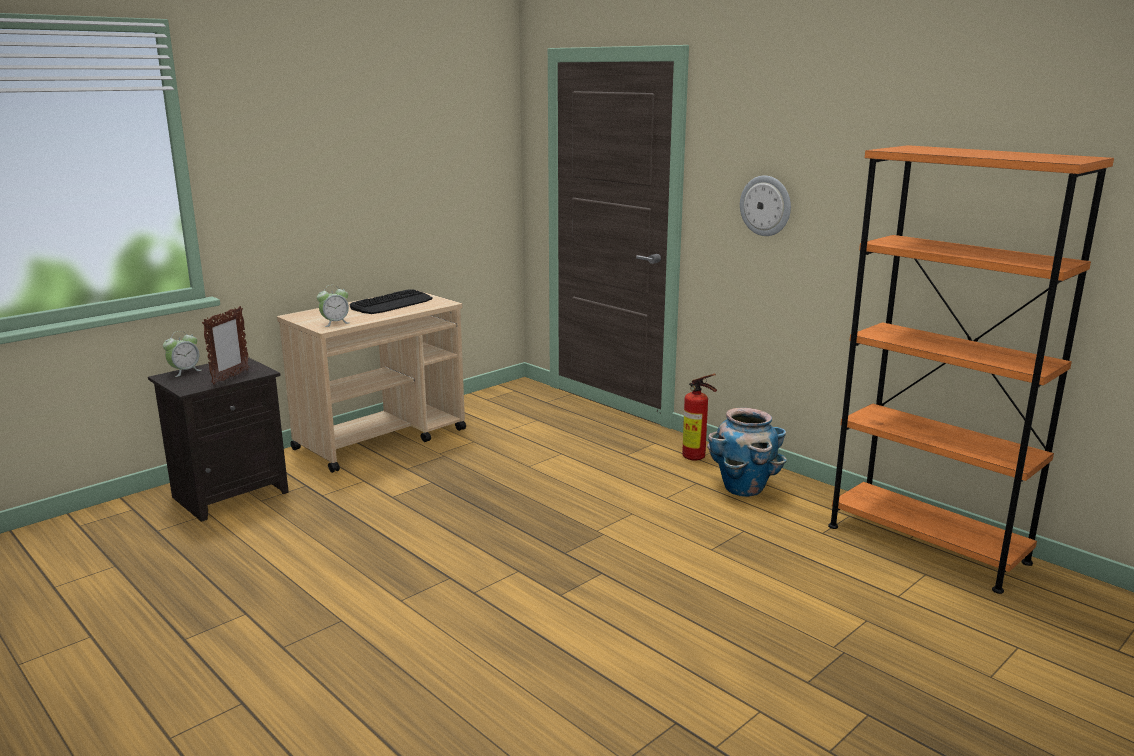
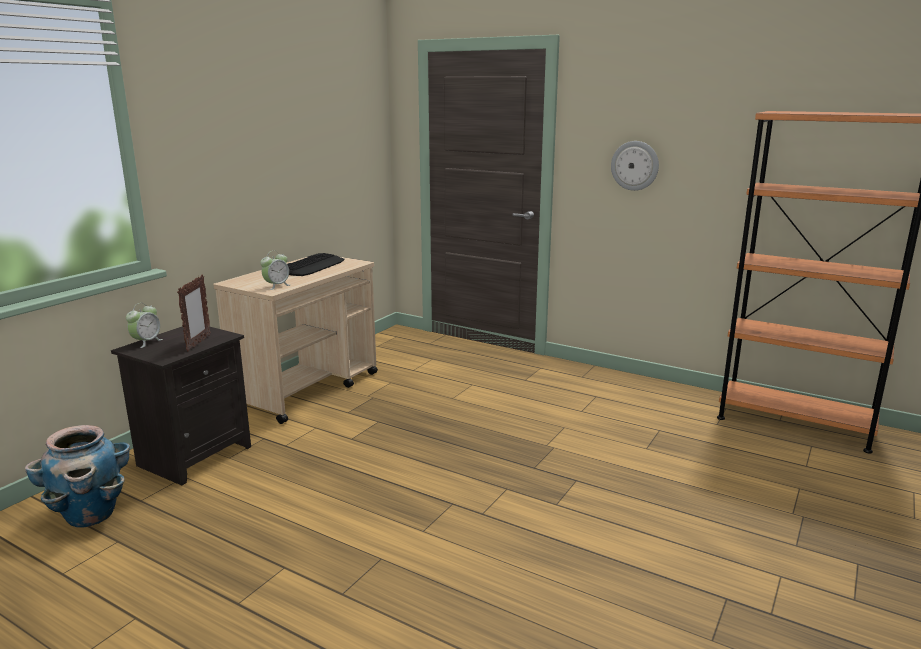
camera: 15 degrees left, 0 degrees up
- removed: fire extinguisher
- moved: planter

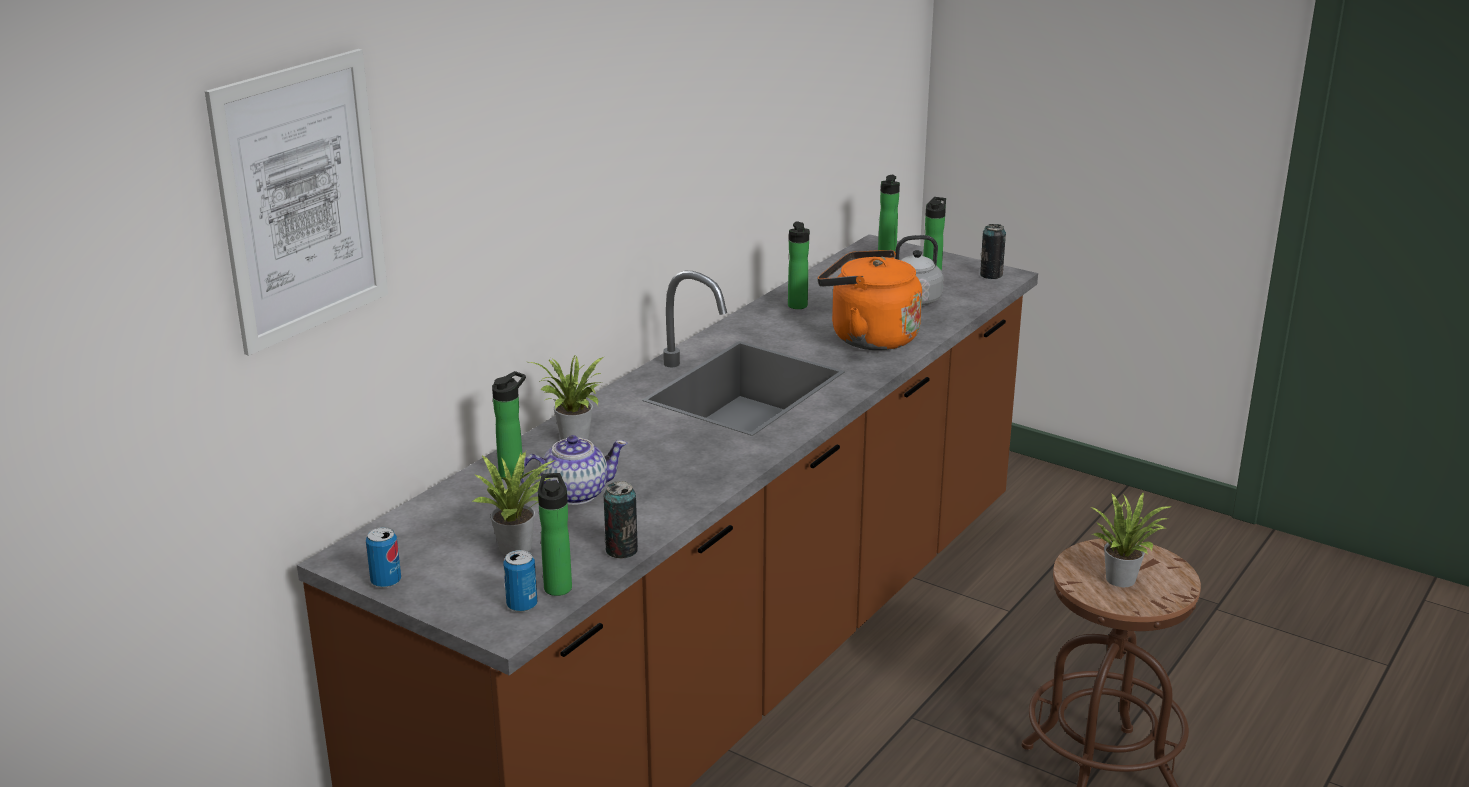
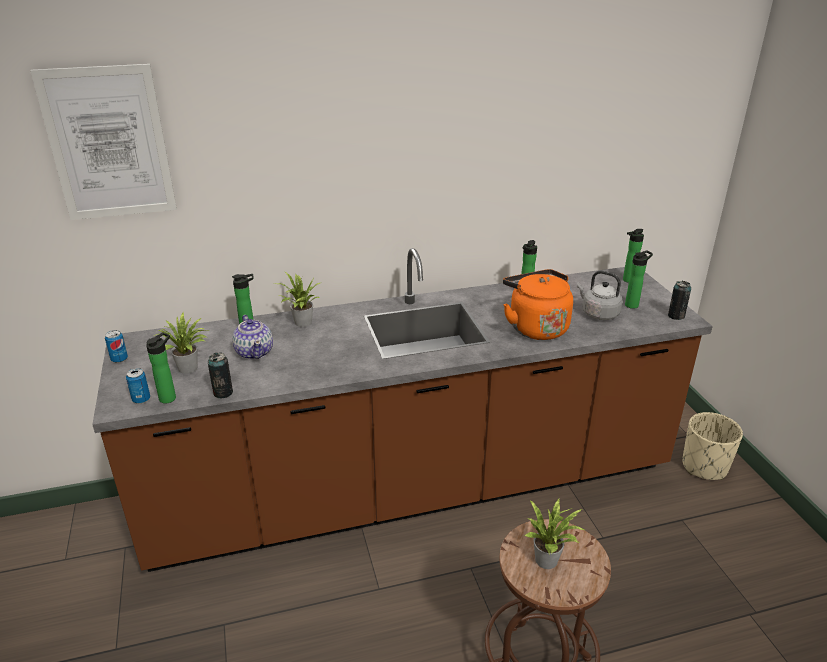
camera: 40 degrees right, 5 degrees up
- turned: teapot 45 degrees clockwise
- added: beige planter

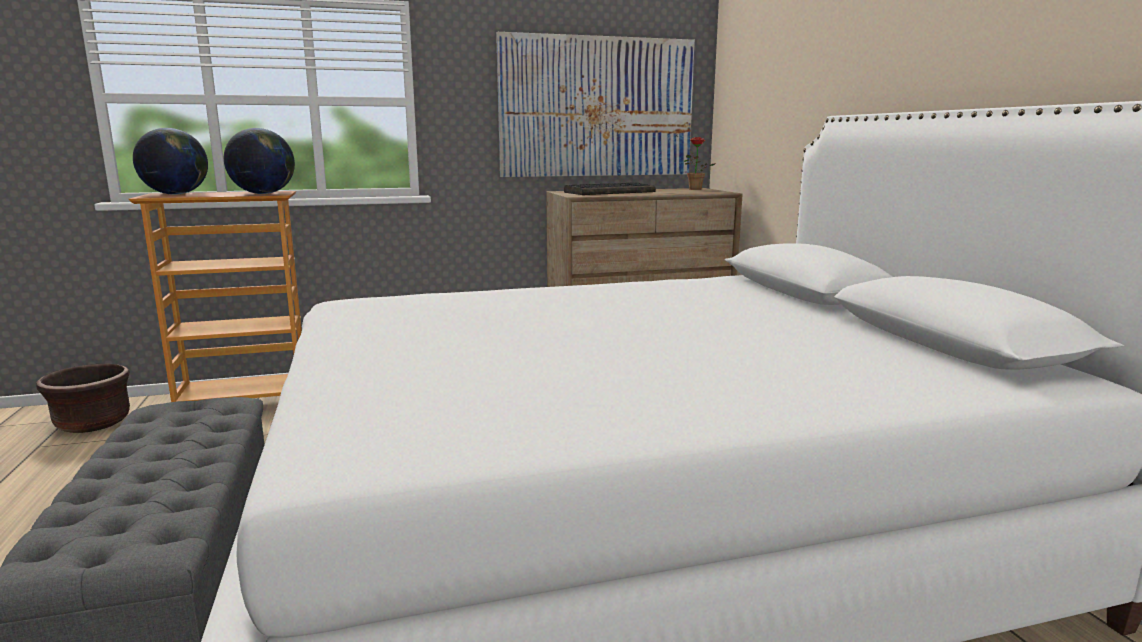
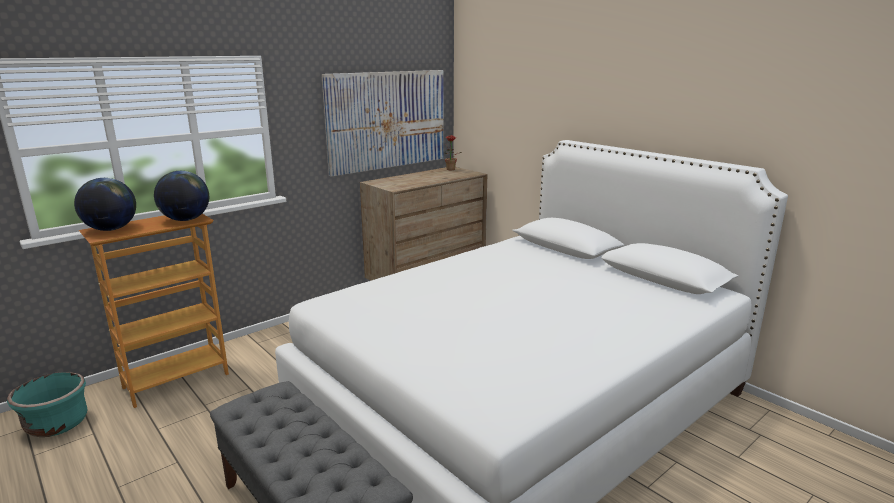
camera: 25 degrees left, 5 degrees up
- removed: keyboard
- recoloured: brown planter to turquoise planter

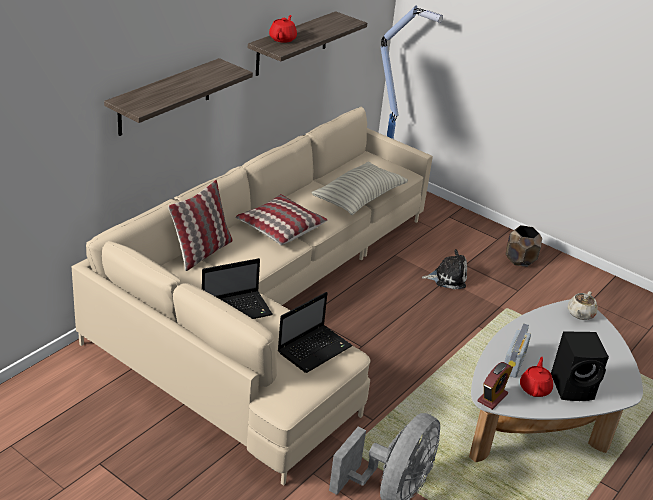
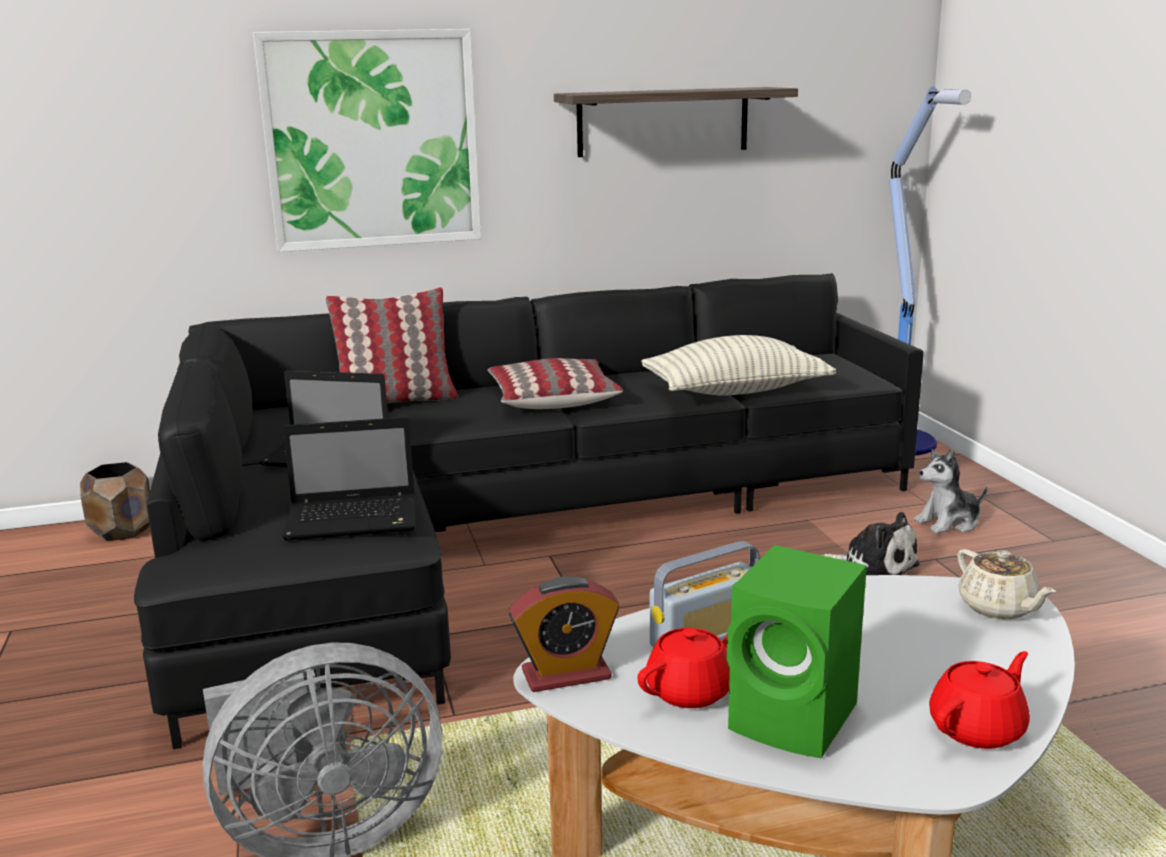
camera: 40 degrees right, 15 degrees down
- moved: red teapot (1st from left in the first image) to red teapot (2nd from left)
- replaced: shelf (1st from left) to picture
- recoloured: beige sofa to black sofa
- moved: brown planter
- turned: beige teapot 90 degrees counterclockwise
- recoloured: black speaker to green speaker
- added: plush toy (2nd from left)

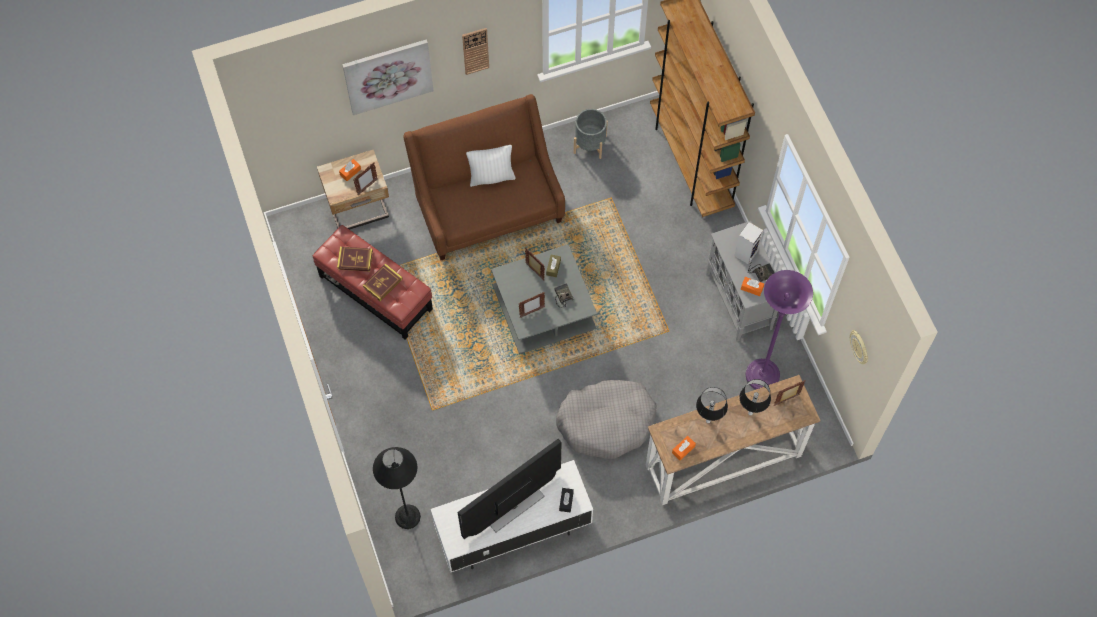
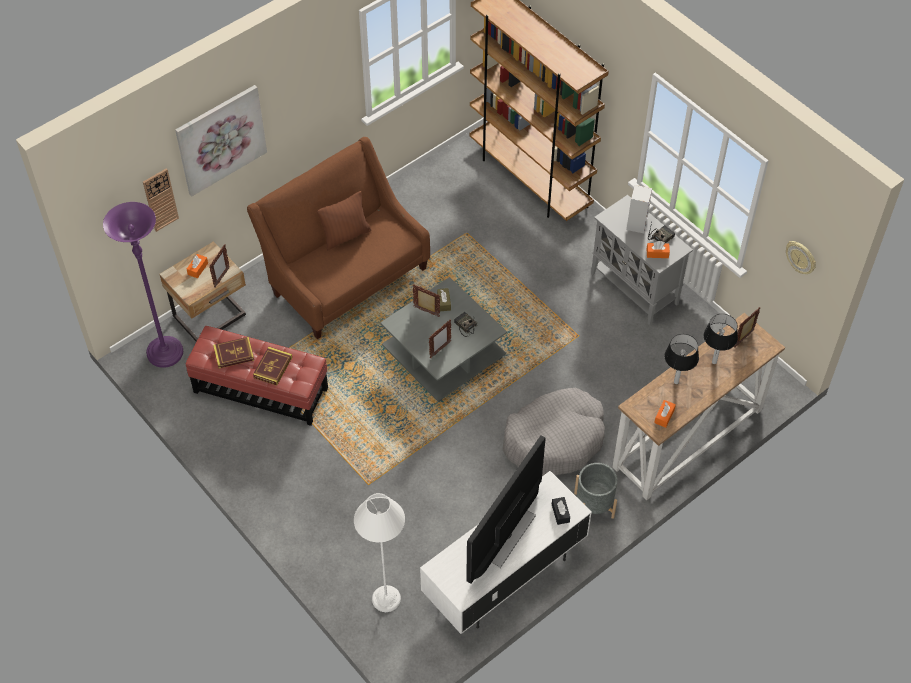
camera: 20 degrees left, 10 degrees down
- moved: wall clock (1st from left)
- moved: grey planter
- recoloured: white pillow to brown pillow
- moved: purple floor lamp
- recoloured: black floor lamp to white floor lamp

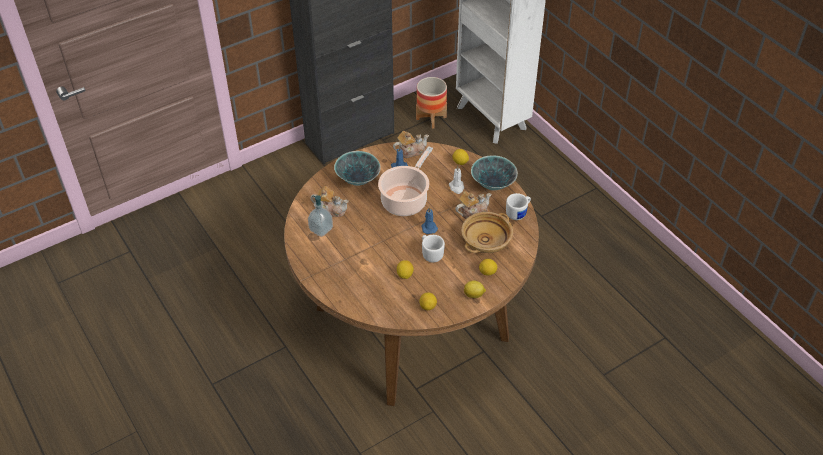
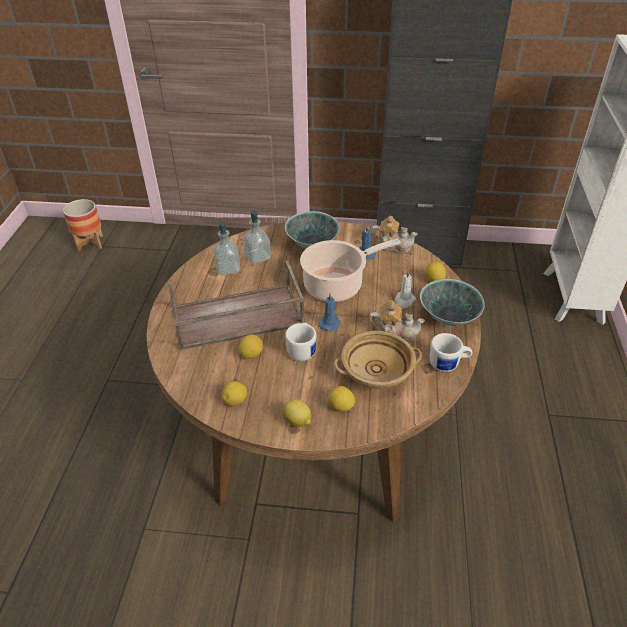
camera: 40 degrees right, 5 degrees down
- moved: planter
- replaced: teapot (1st from left) to soap dispenser (2nd from left)
- added: brown tray

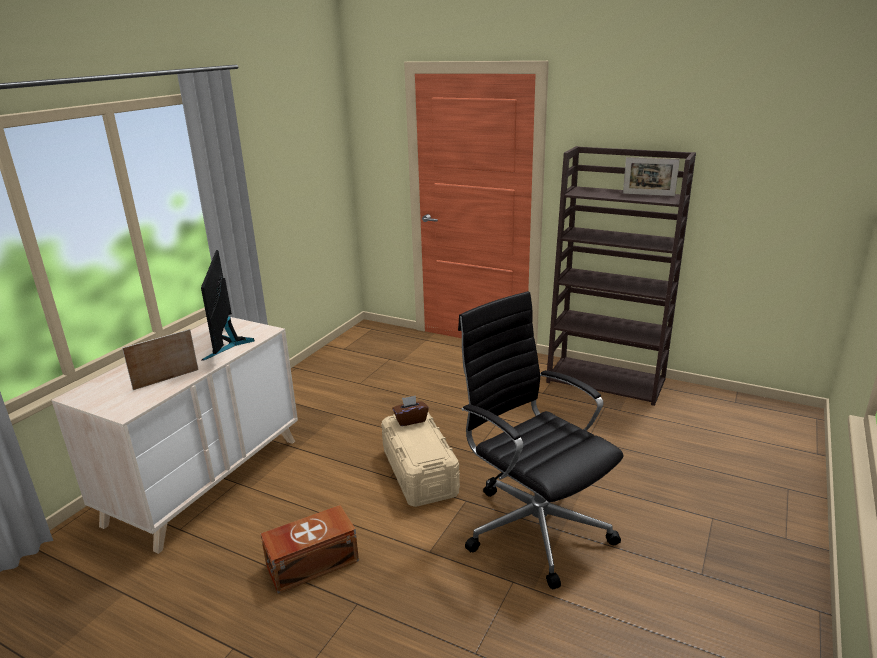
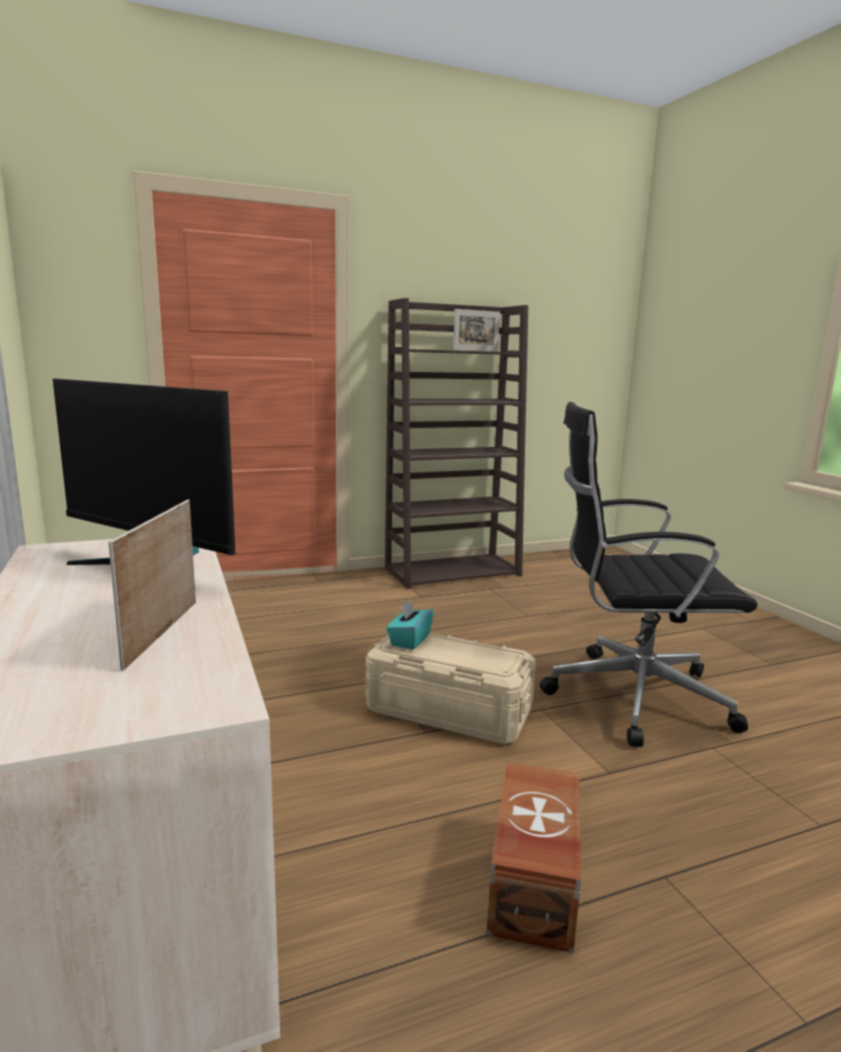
camera: 50 degrees left, 10 degrees down
- recoloured: brown tissue box to turquoise tissue box

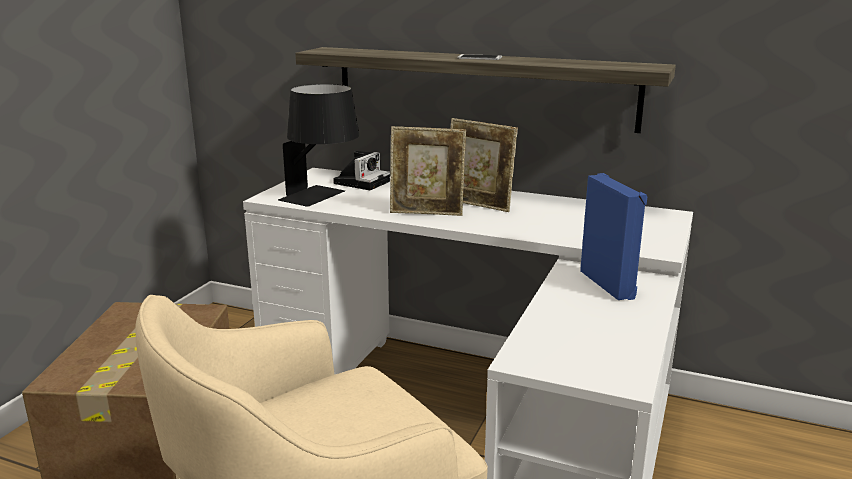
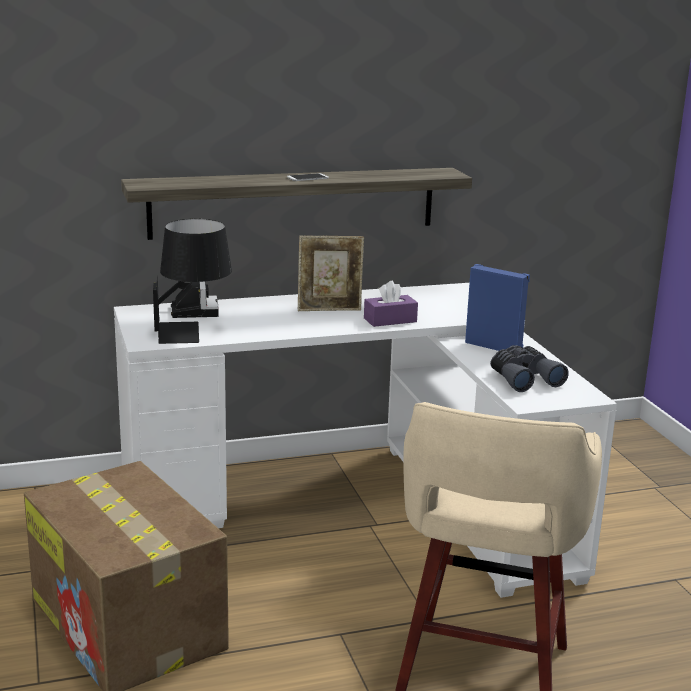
camera: 40 degrees left, 0 degrees up
- removed: picture frame (1st from left)
- added: purple tissue box
- added: grey binoculars

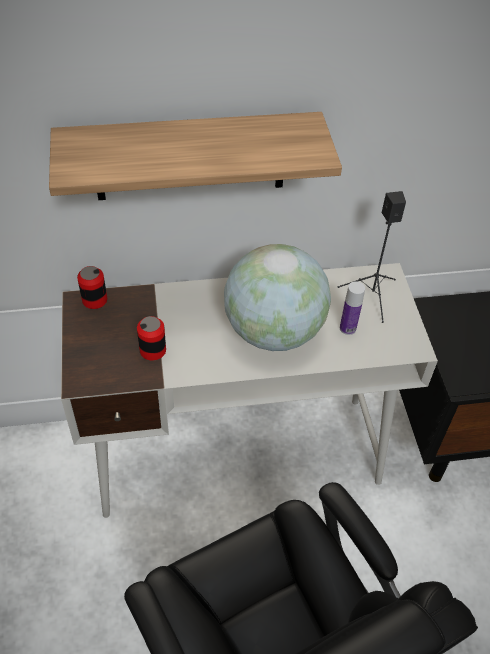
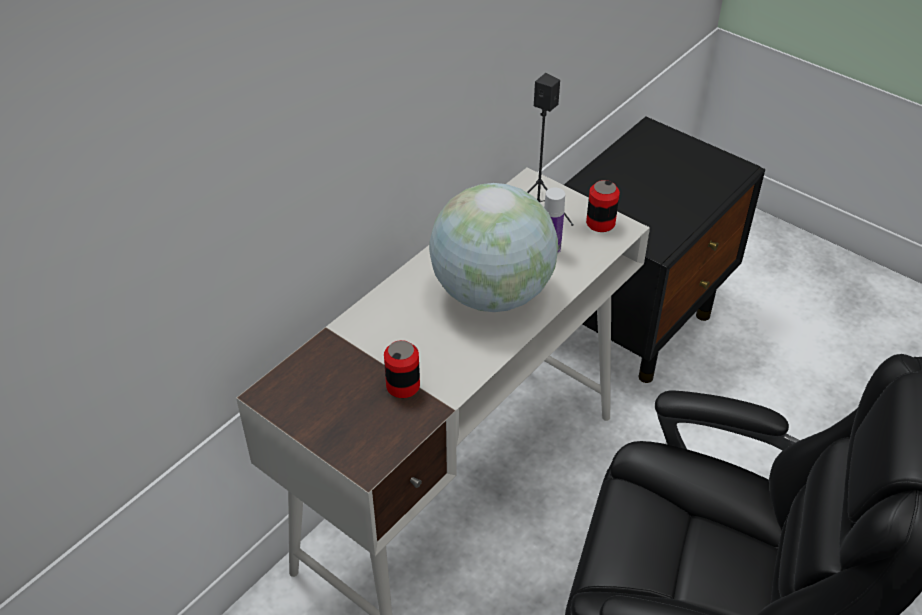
camera: 40 degrees left, 5 degrees down
- removed: shelf
- moved: can (1st from left in the first image) to can (2nd from left)

